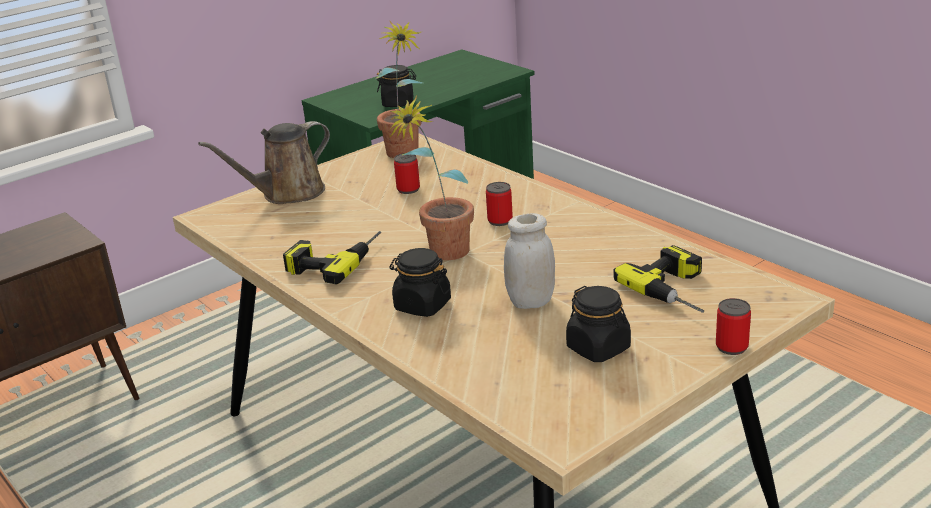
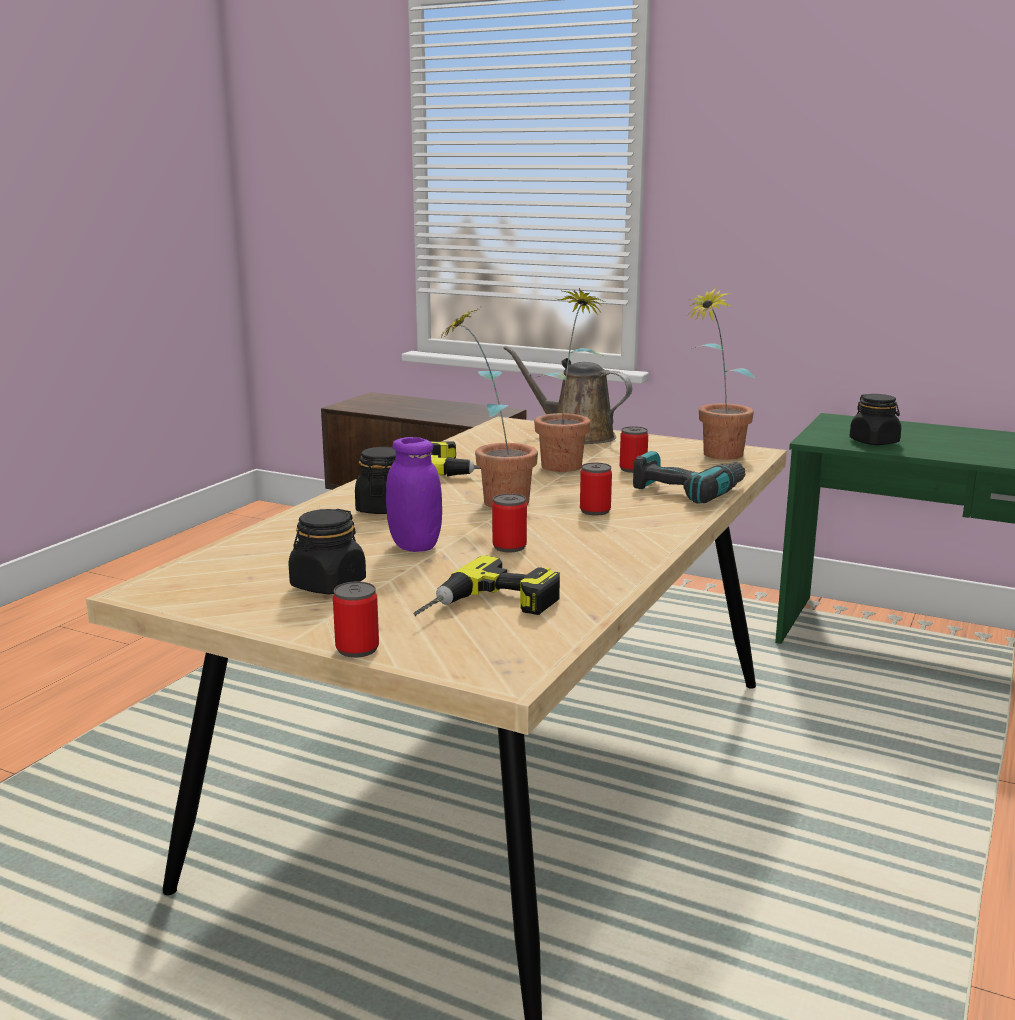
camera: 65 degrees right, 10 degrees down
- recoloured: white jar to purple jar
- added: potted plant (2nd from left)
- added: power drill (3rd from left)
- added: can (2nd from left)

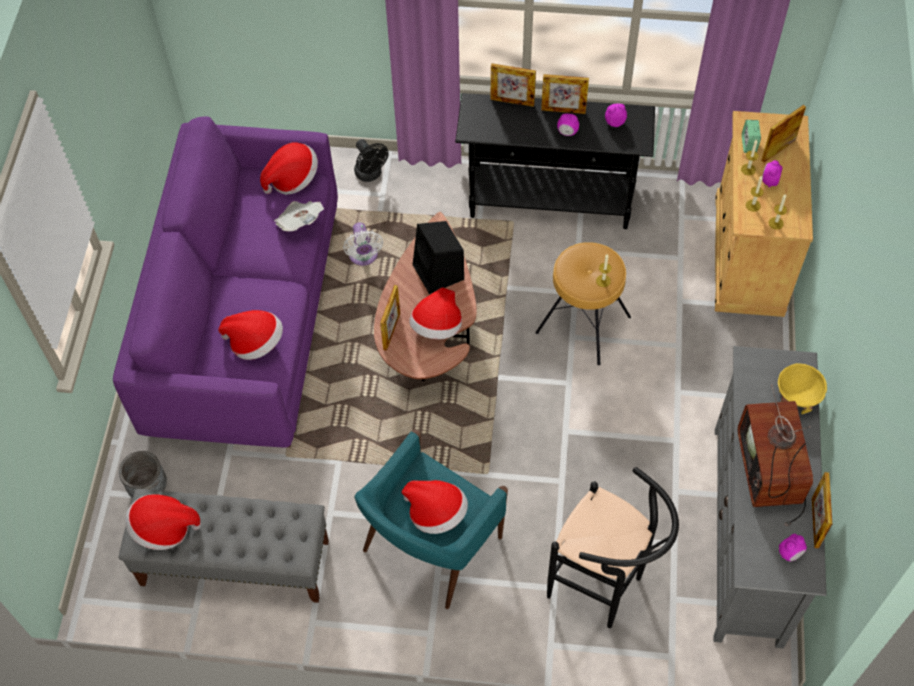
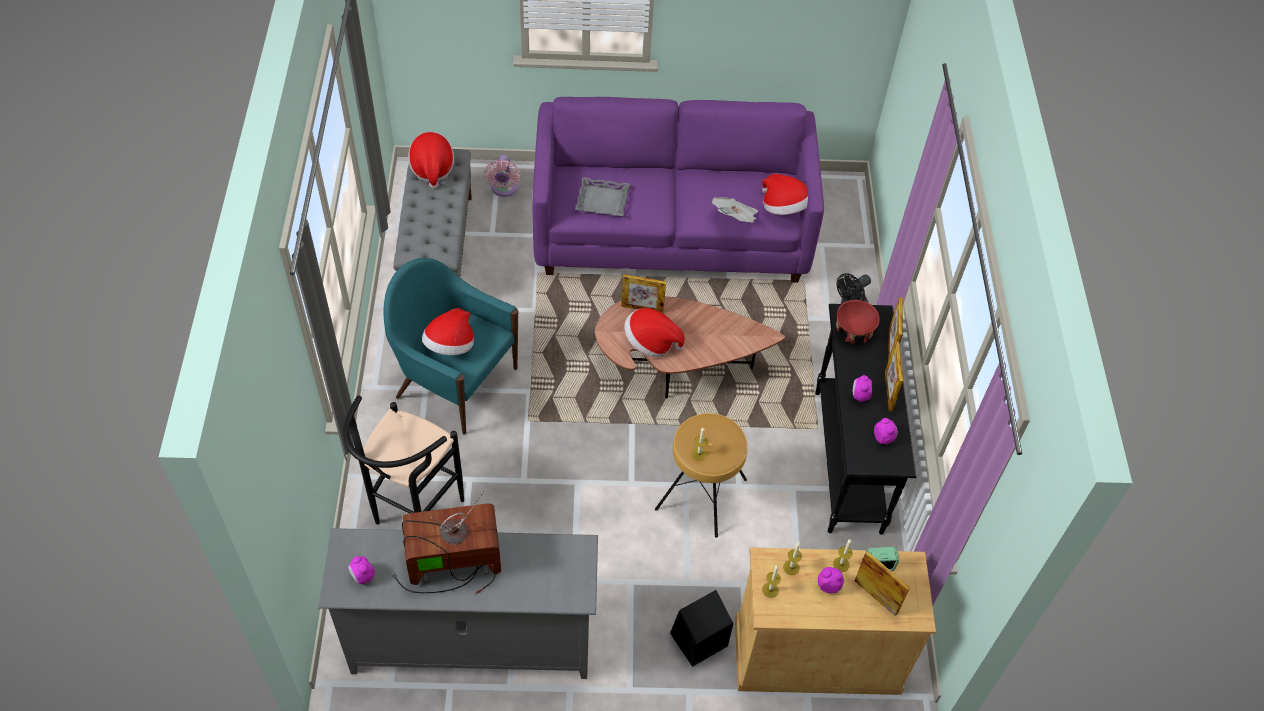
camera: 80 degrees right, 5 degrees down
- moved: black speaker
- removed: white fan
- replaced: hat (2nd from left) to grey tray
- removed: yellow bowl
- replaced: grey planter to pink fan
- removed: picture frame (5th from left)
- added: red bowl

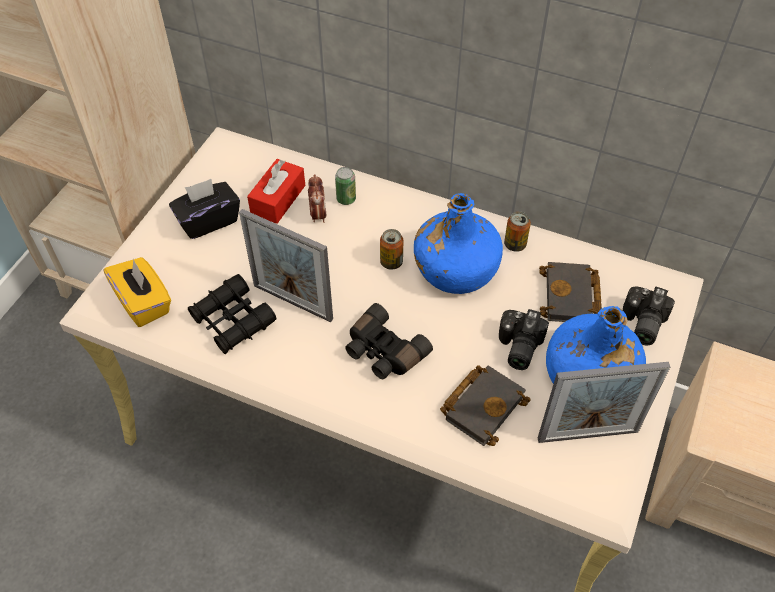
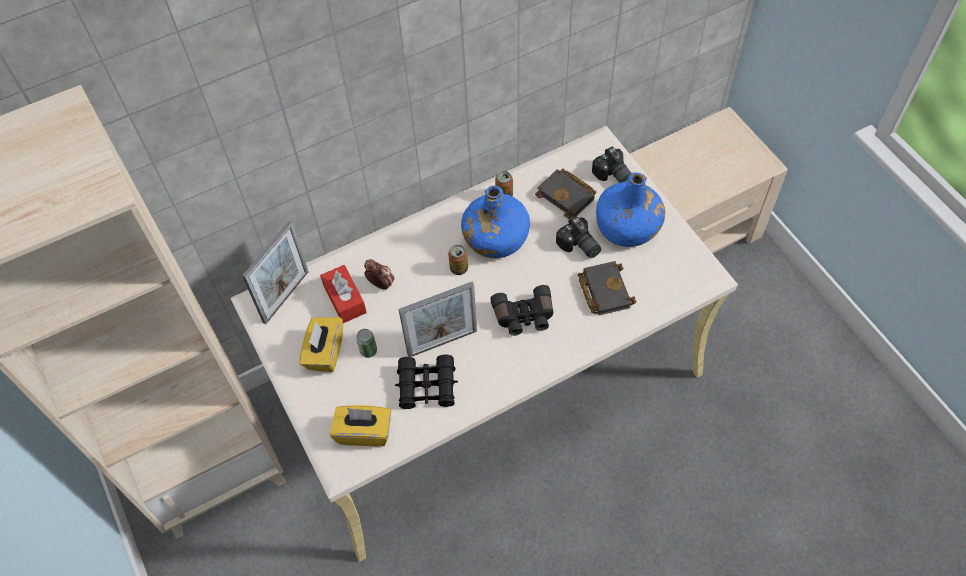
camera: 50 degrees left, 5 degrees up
- moved: can (1st from left)
- recoloured: black tissue box to yellow tissue box (1st from left)
- moved: picture frame (2nd from left in the first image) to picture frame (1st from left)

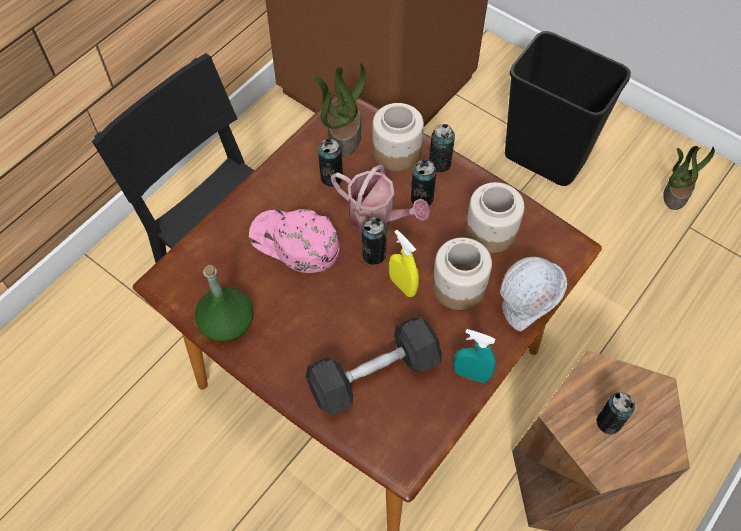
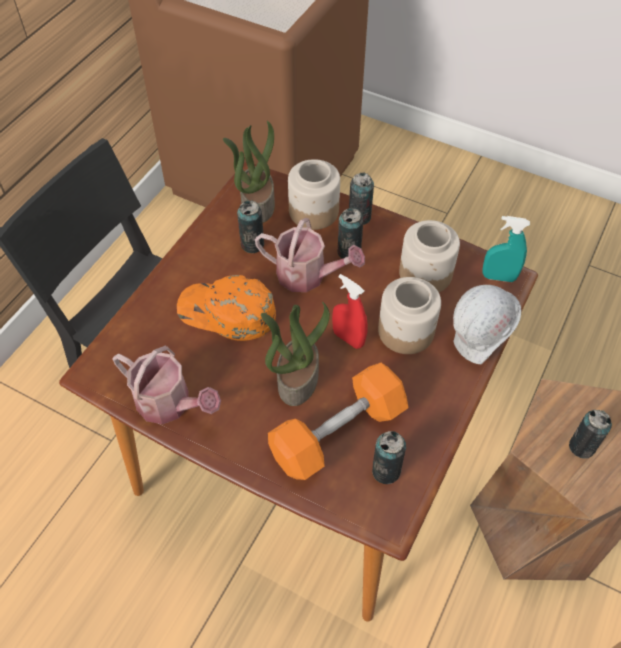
camera: 10 degrees left, 5 degrees down
- removed: black trash can
- moved: potted plant (2nd from left)
- recoloured: pink cap to orange cap
- moved: can (2nd from left in the first image) to can (4th from left)
- recoloured: yellow spray bottle to red spray bottle
- replaced: green bottle to watering can (1st from left)
- recoloured: grey dumbbell to orange dumbbell
- moved: turquoise spray bottle

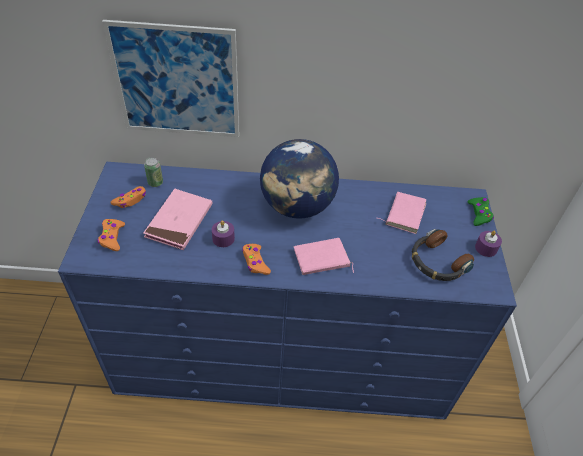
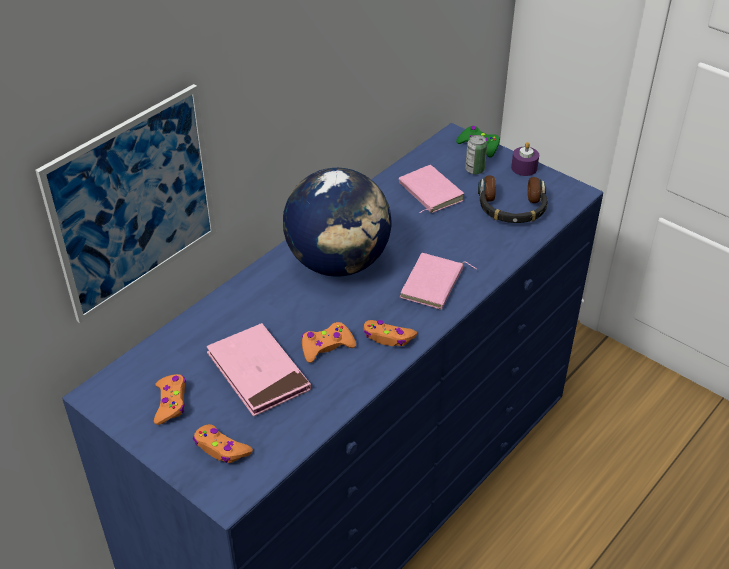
camera: 50 degrees left, 5 degrees down
- moved: can
- replaced: purple candle (1st from left) to orange game controller (3rd from left)

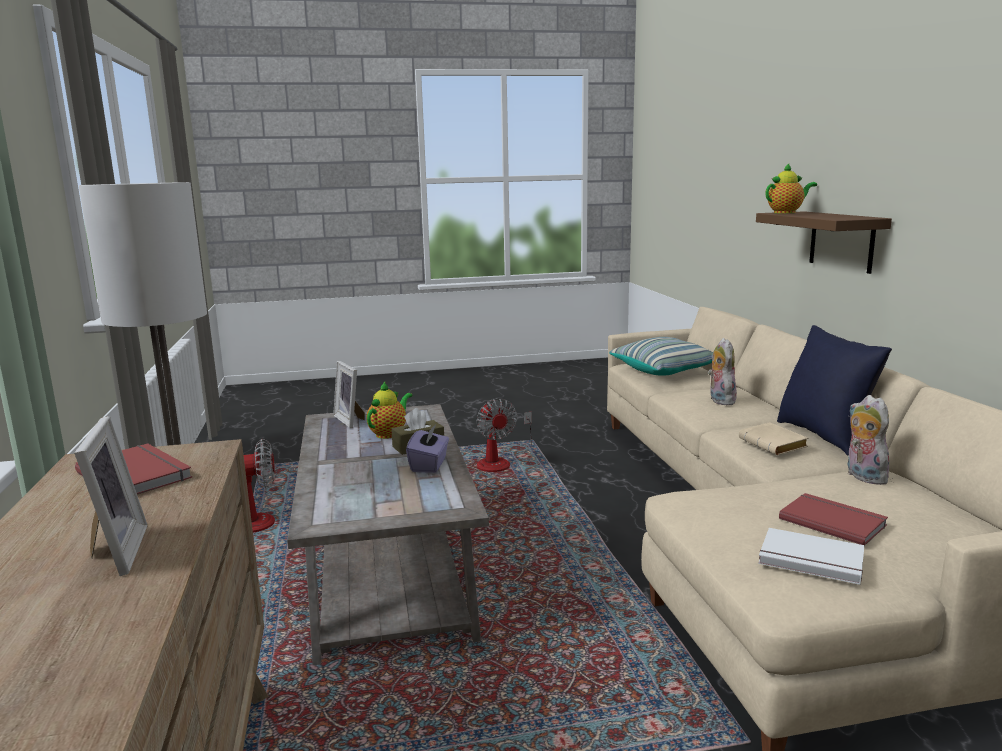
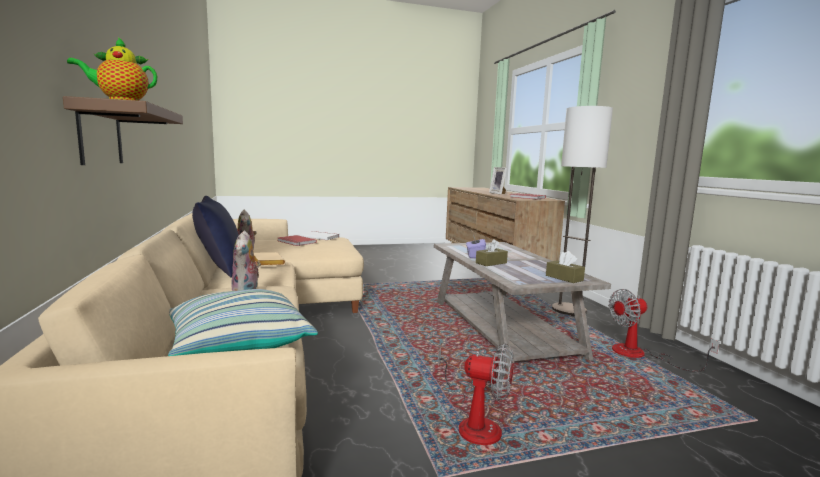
camera: 175 degrees right, 5 degrees down
- replaced: picture frame (2nd from left) to brown tissue box (2nd from left)
- removed: teapot (1st from left)
- turned: fan (2nd from left in the first image) 135 degrees clockwise

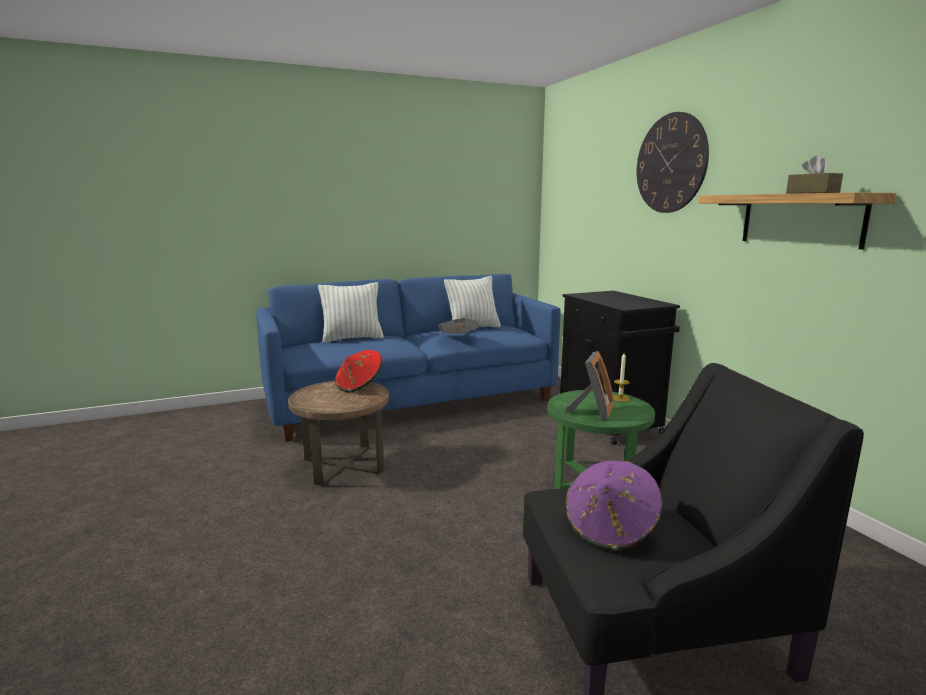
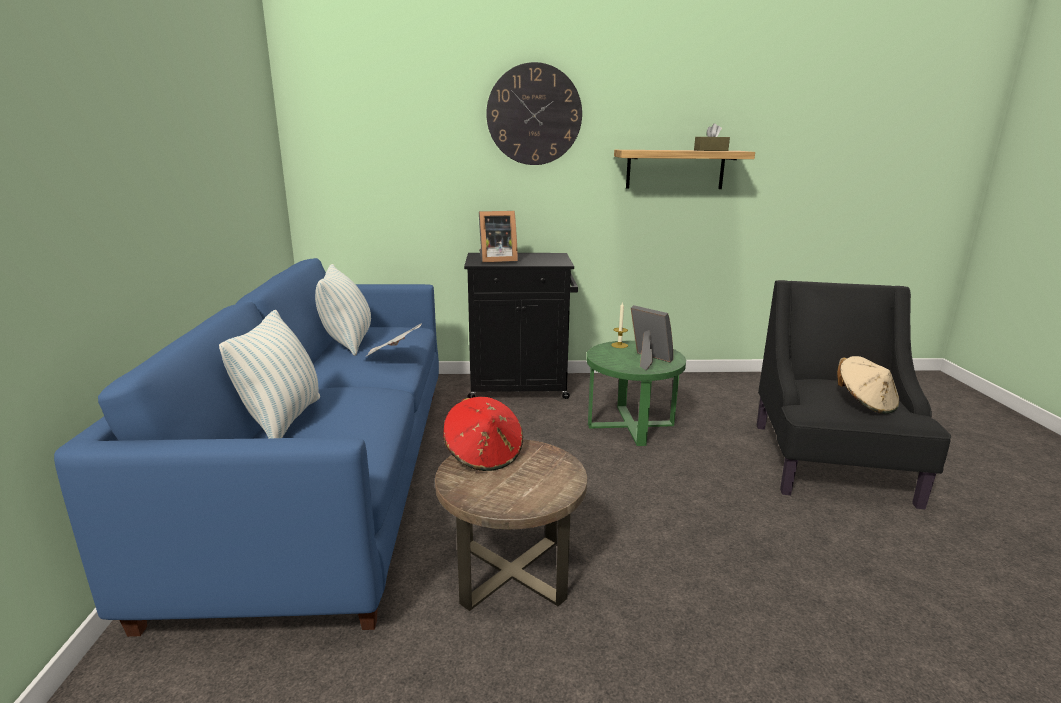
camera: 70 degrees left, 5 degrees up
- recoloured: purple hat to beige hat
- added: picture frame (1st from left)

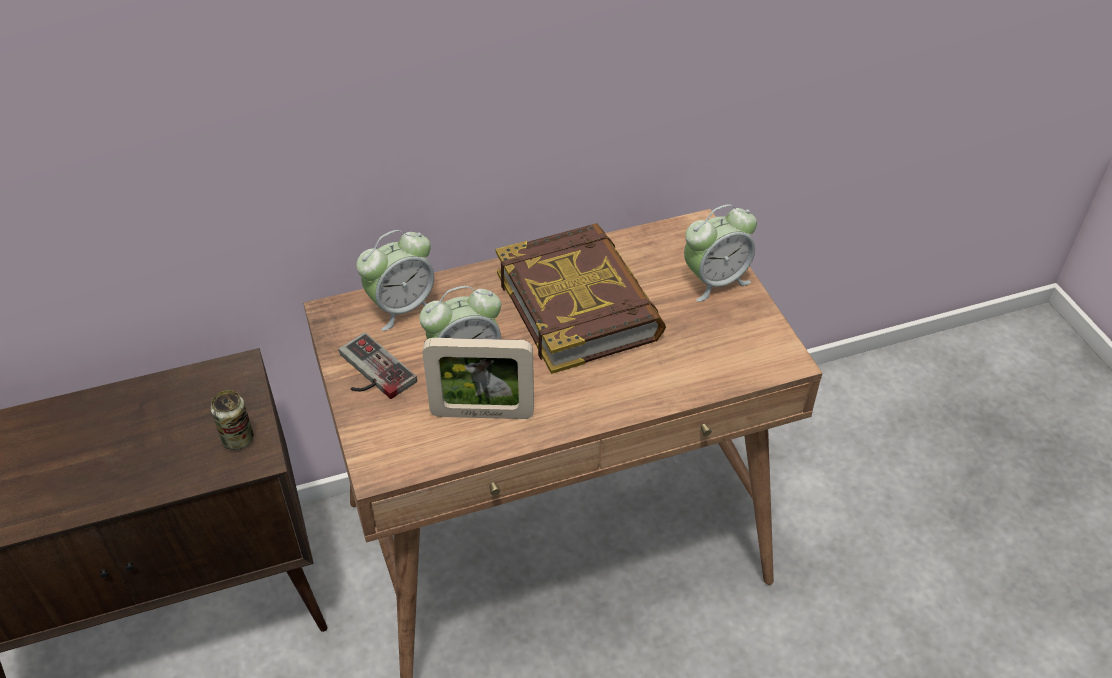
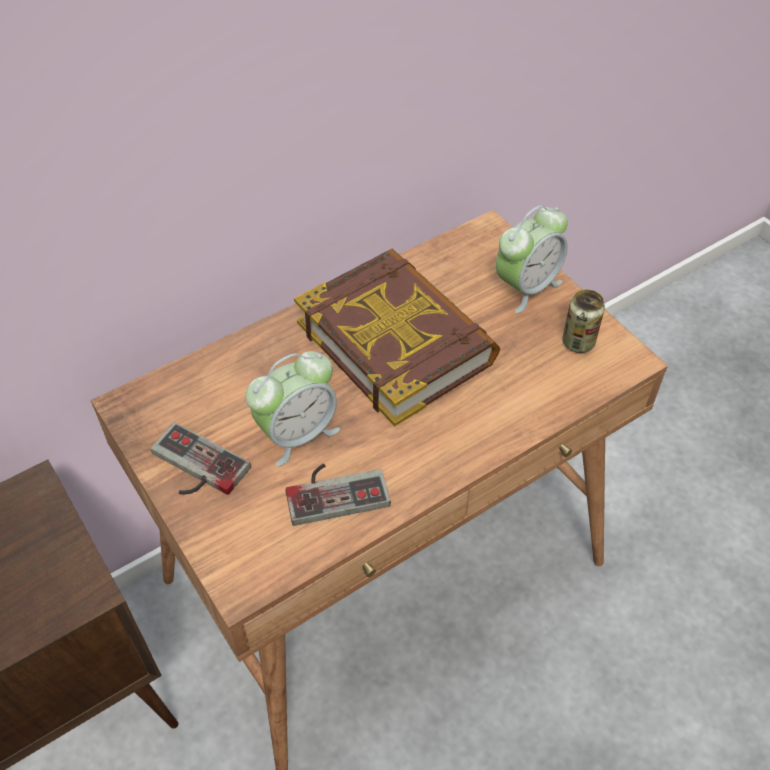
camera: 15 degrees left, 5 degrees up
- removed: alarm clock (1st from left)
- replaced: picture frame to game controller (2nd from left)
- moved: can

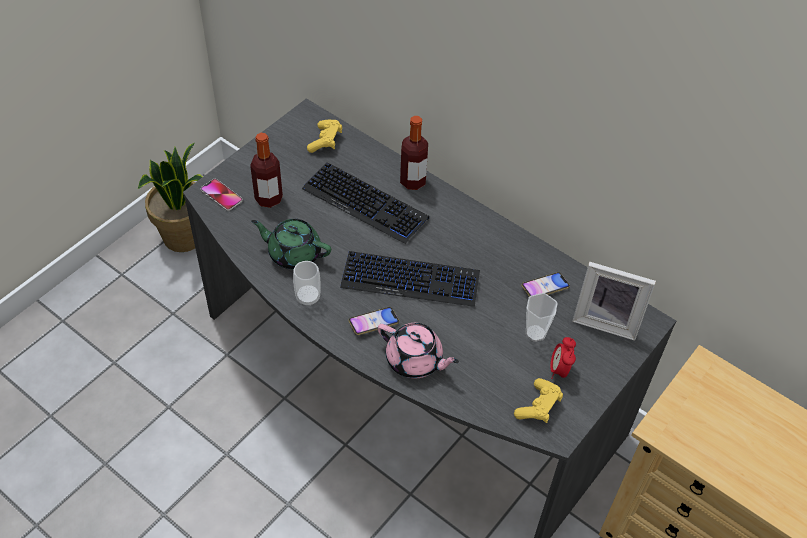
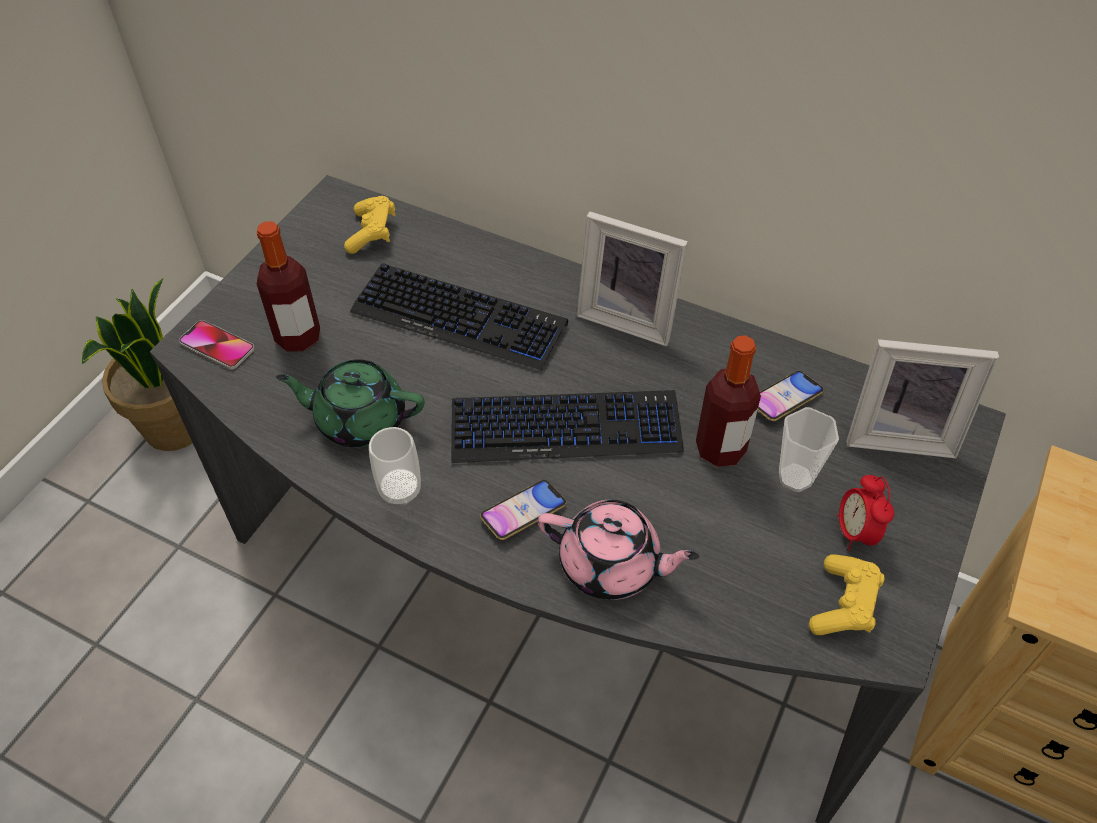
camera: 10 degrees left, 0 degrees up
- moved: bottle (2nd from left)
- added: picture frame (1st from left)

